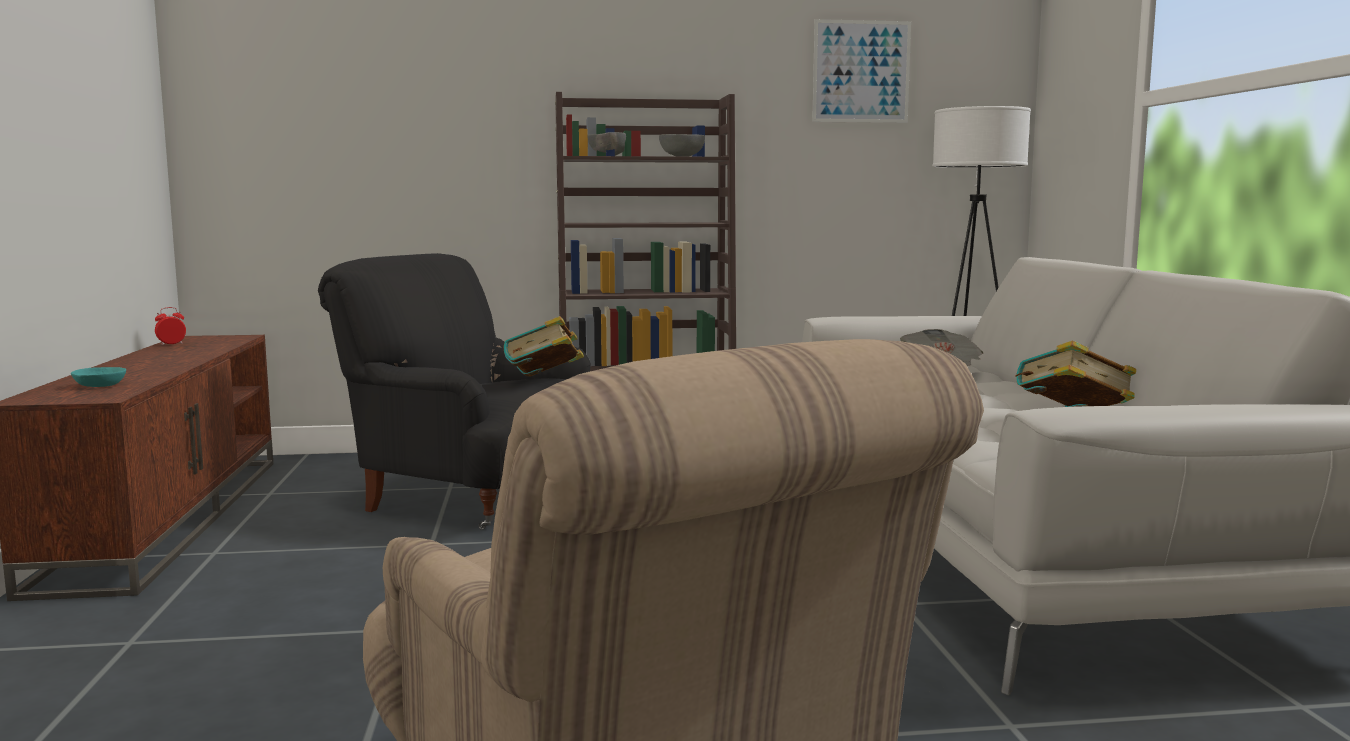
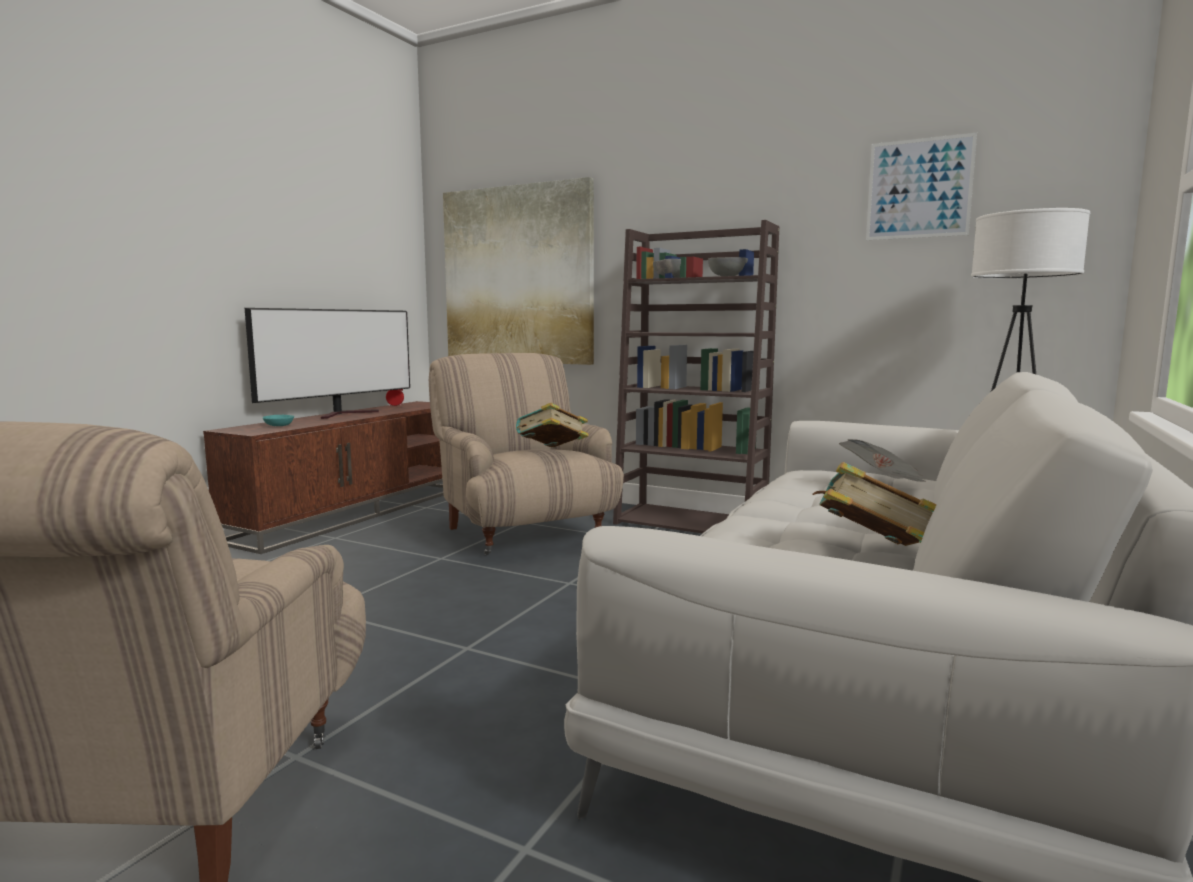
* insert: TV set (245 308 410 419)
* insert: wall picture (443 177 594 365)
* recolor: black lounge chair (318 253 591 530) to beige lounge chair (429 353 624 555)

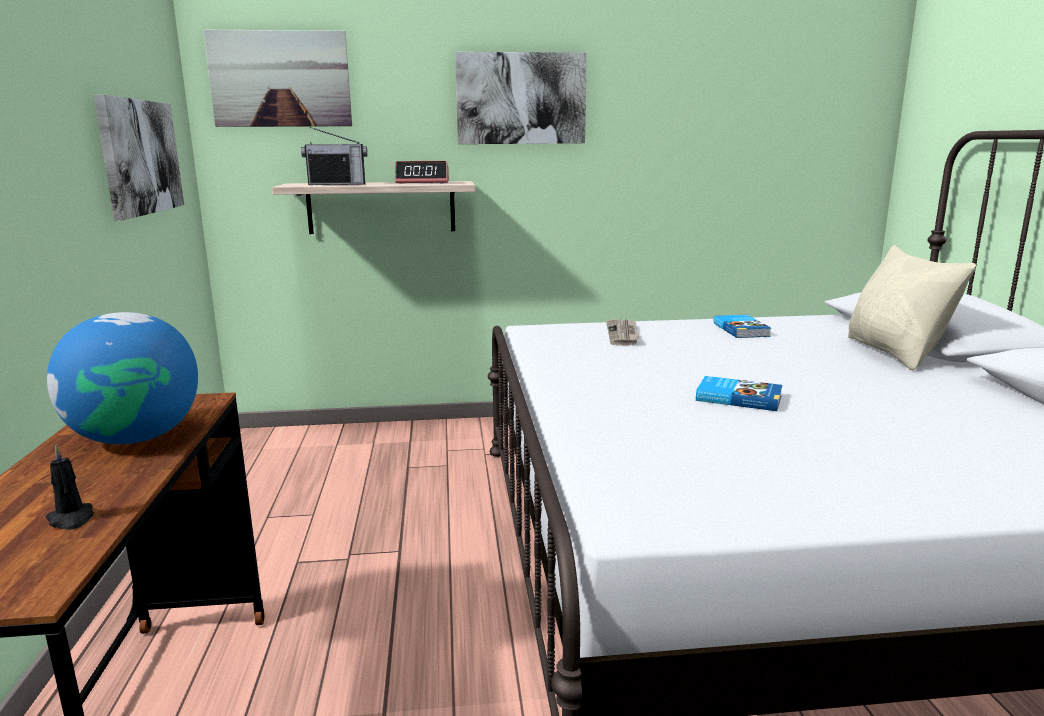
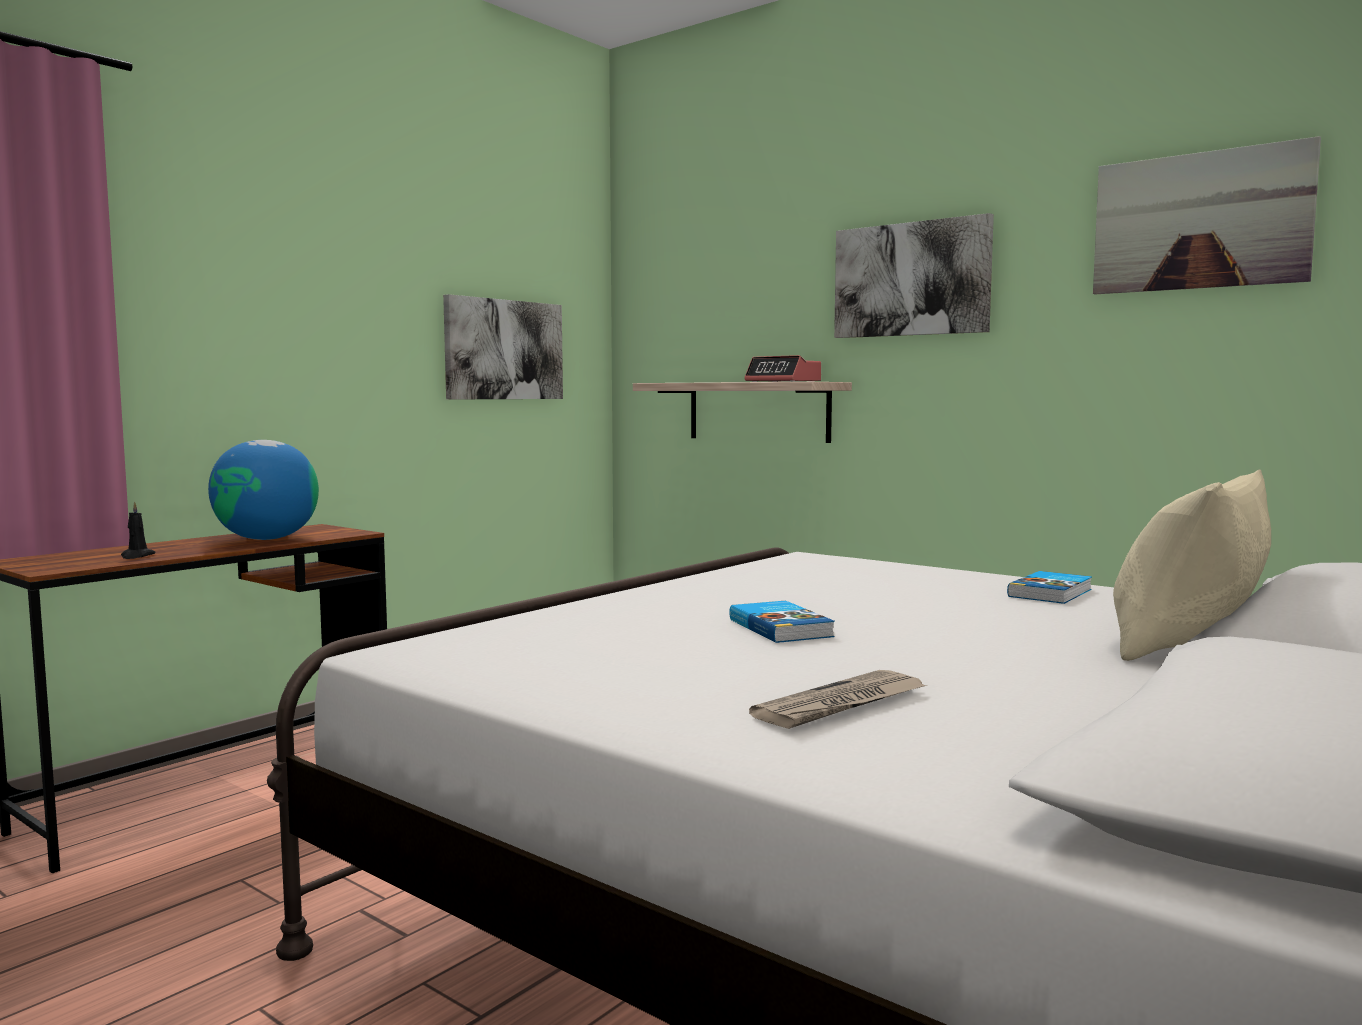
* delete: radio (301 127 367 185)
* move: wall picture (203 29 352 127) to (1093 136 1321 294)
* move: daily paper (606 319 639 346) to (749 670 927 729)

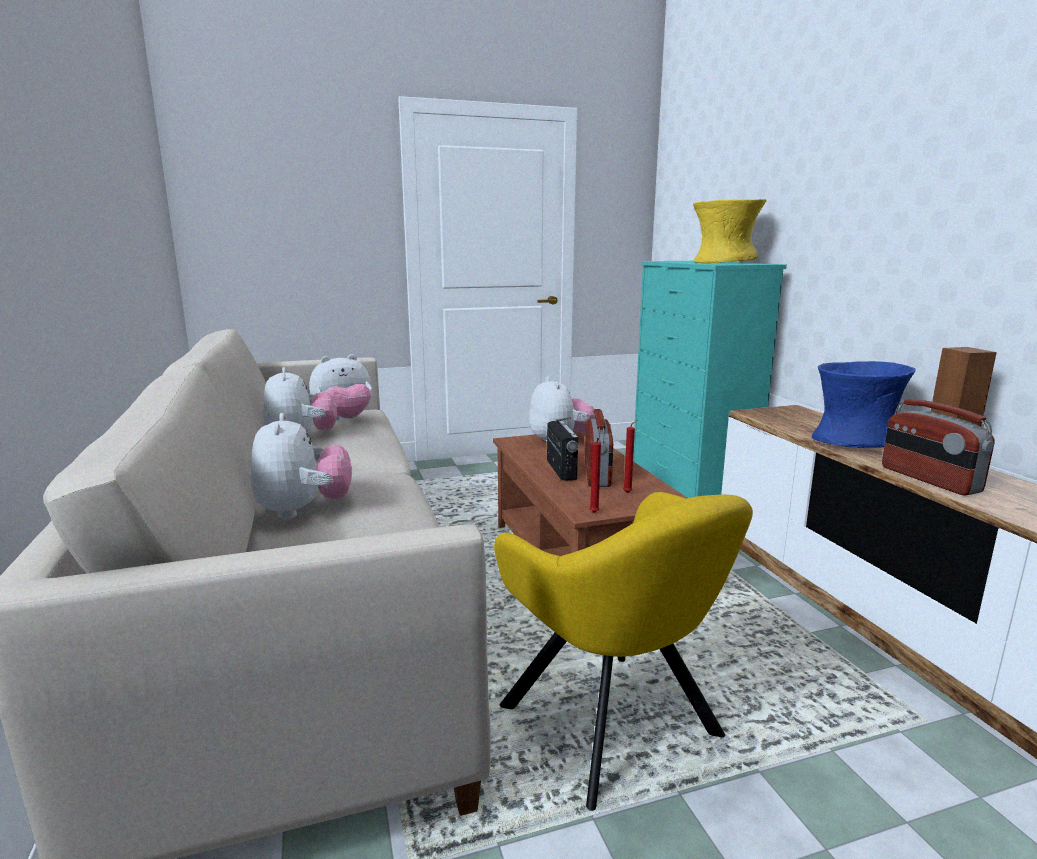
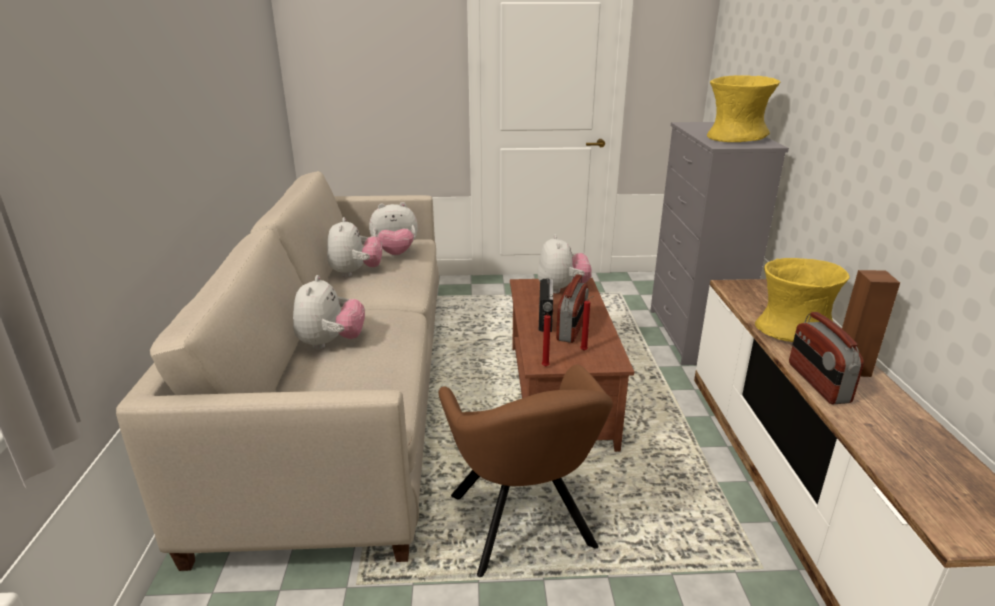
* recolor: yellow lounge chair (494 492 753 811) to brownish lounge chair (438 365 613 577)
* recolor: turquoise dresser (633 261 787 498) to grey dresser (650 122 789 365)
* recolor: blue-coloured vase (812 361 916 448) to yellow vase (755 258 850 342)

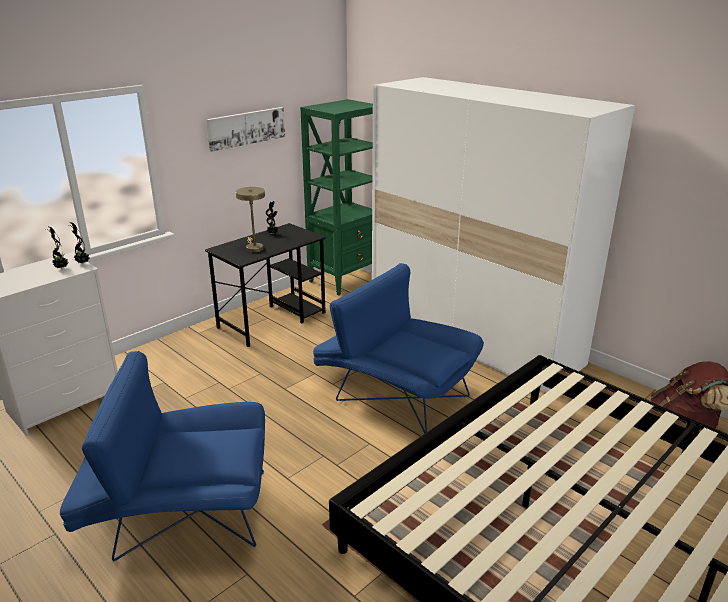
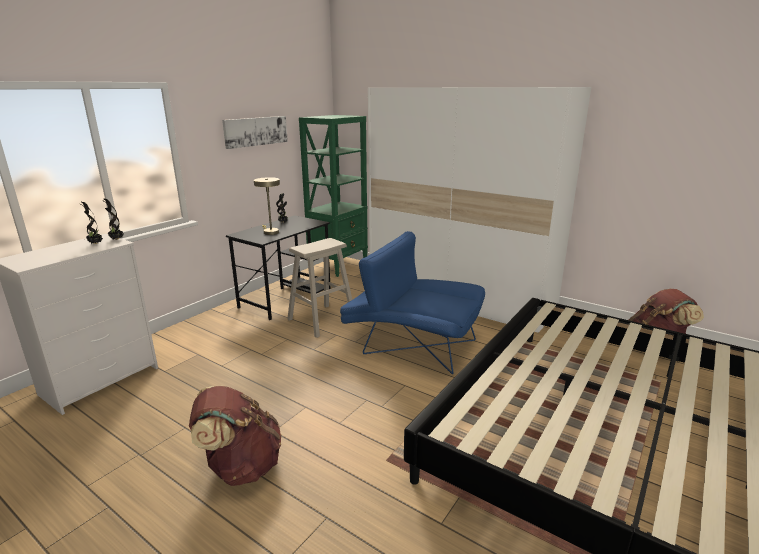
* insert: beige stool seat (287 238 352 338)
* replace: blue-coloured lounge chair (60 351 265 561) to brownish backpack (189 386 281 486)

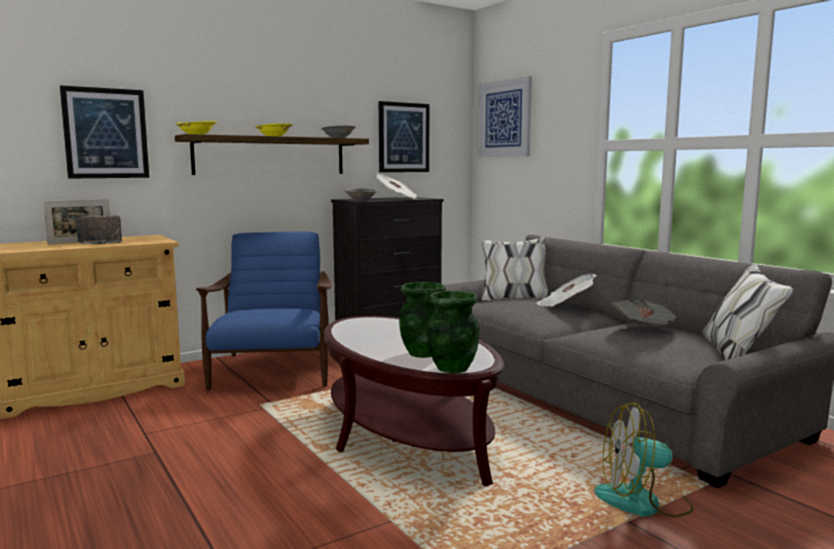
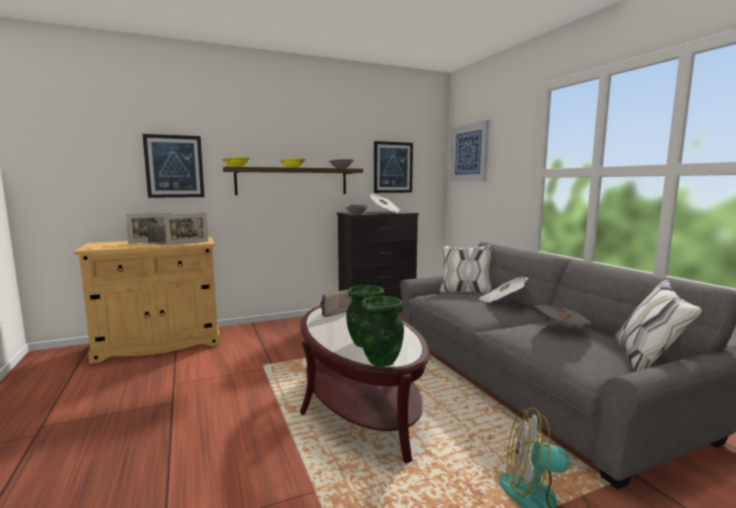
* delete: blue-coloured lounge chair (196 231 332 391)
* insert: picture frame (164 213 208 245)
* insert: radio (320 290 352 317)

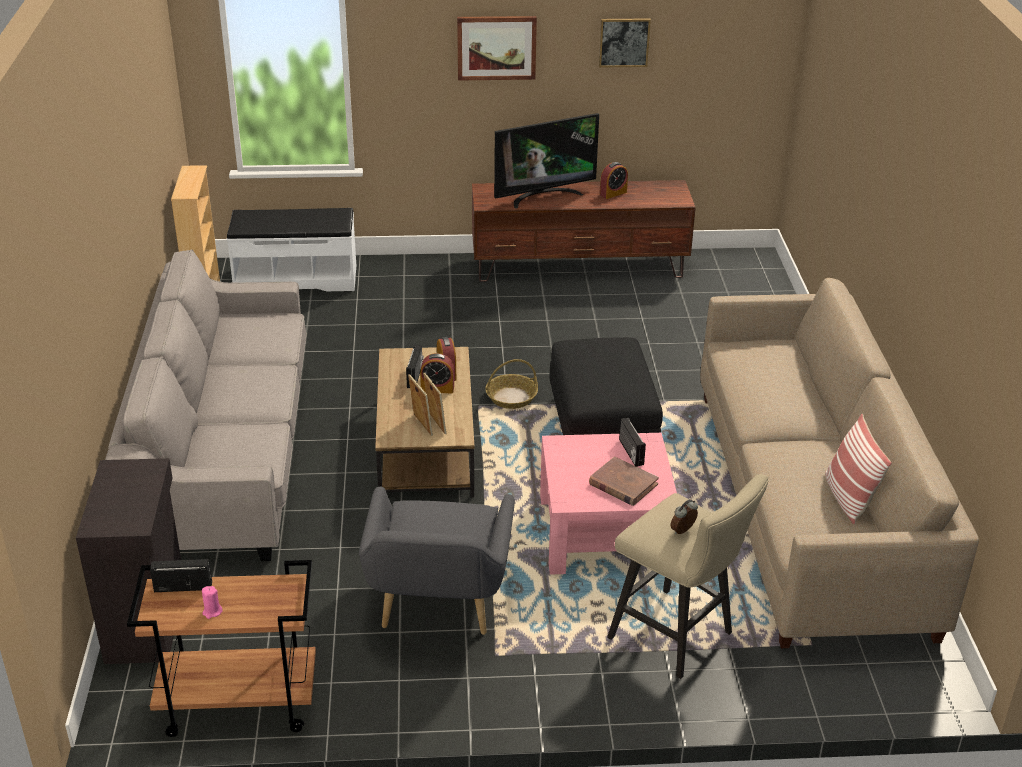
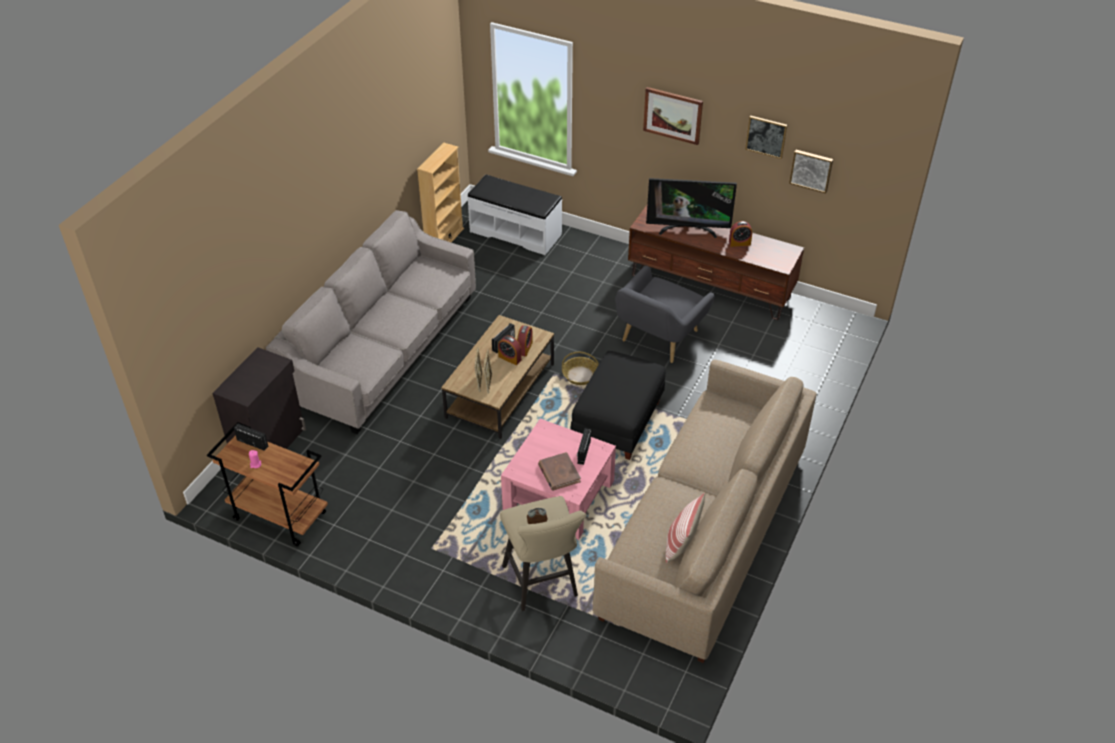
* insert: wall picture (789 150 833 194)
* move: grey lounge chair (359 487 515 635) to (615 266 715 363)

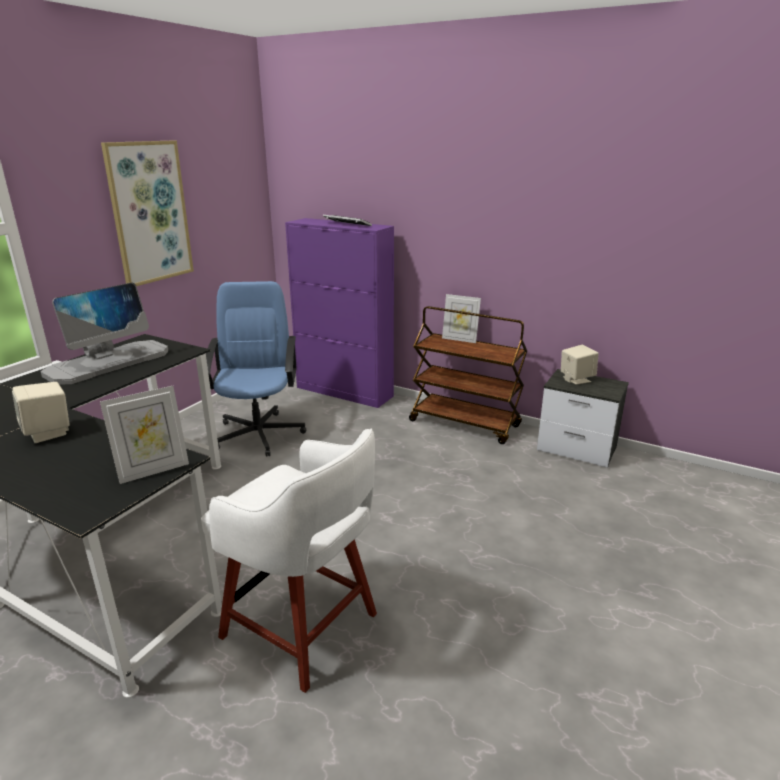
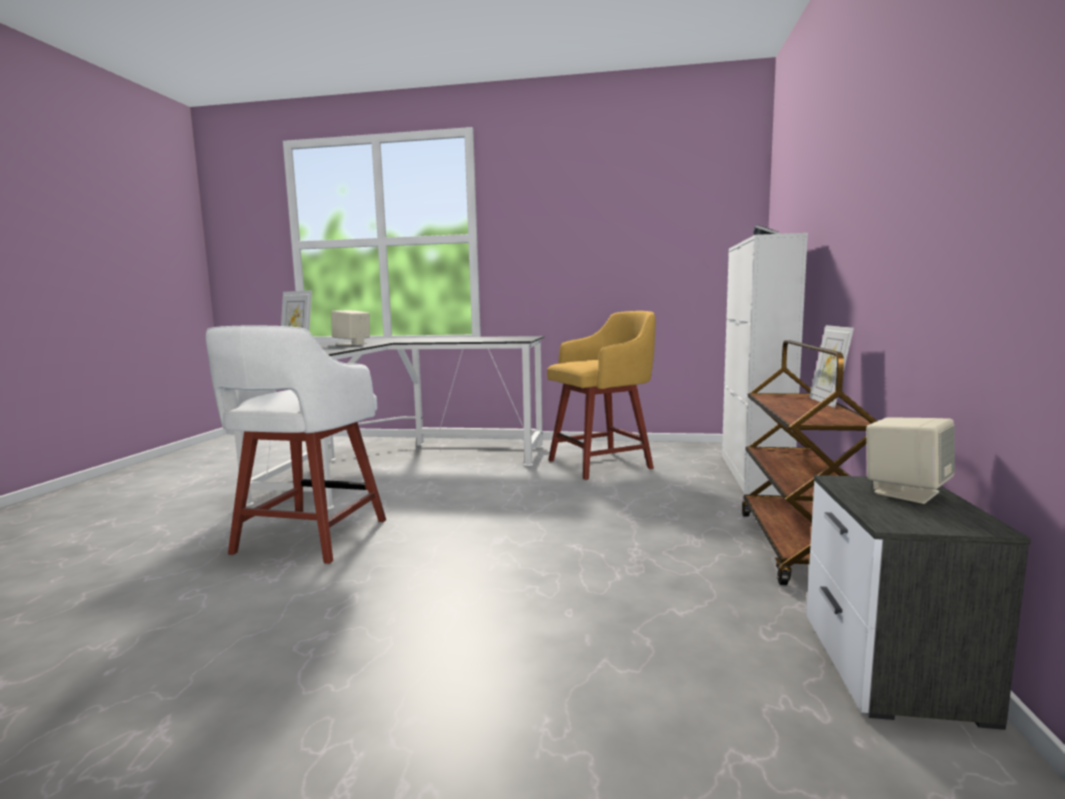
* delete: computer display (41 283 168 385)
* delete: wall picture (101 141 194 286)
* replace: blue-coloured computer chair (206 281 306 457) to yellow stool seat (547 311 656 480)
* recolor: purple-coloured cupboard (285 218 394 408) to white cupboard (722 233 808 495)

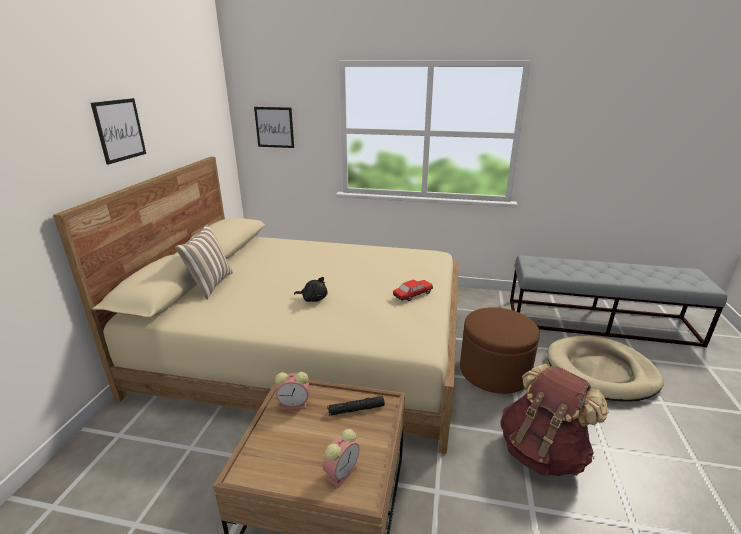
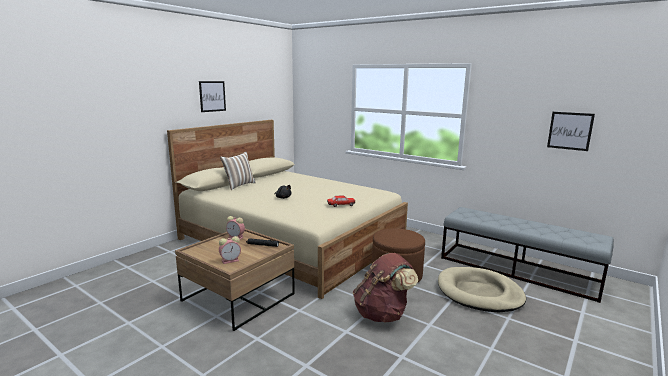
* move: wall picture (254 107 294 148) to (547 112 595 151)

